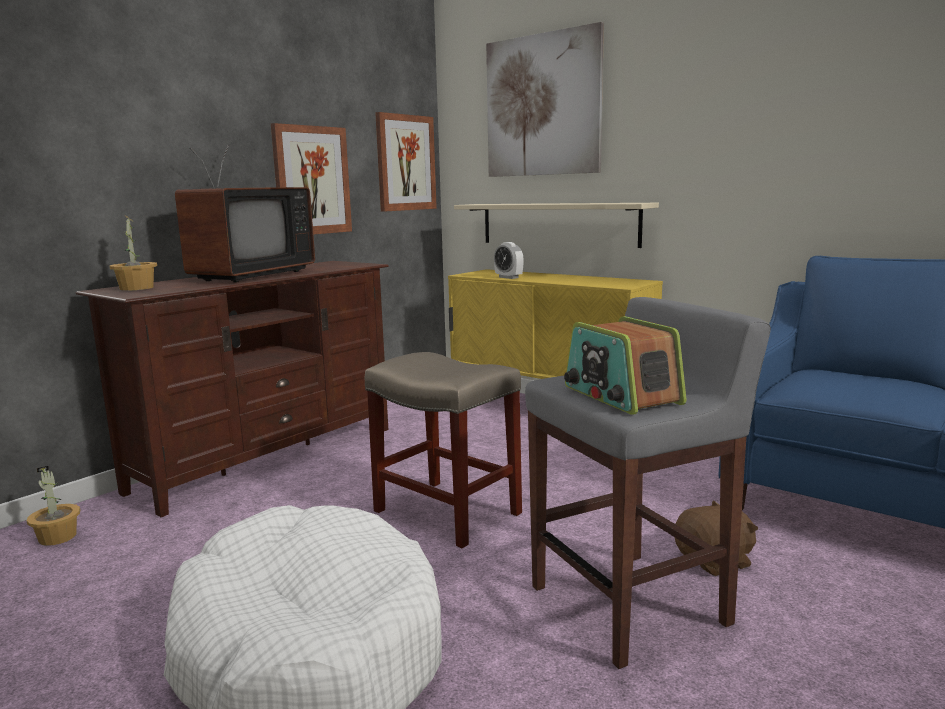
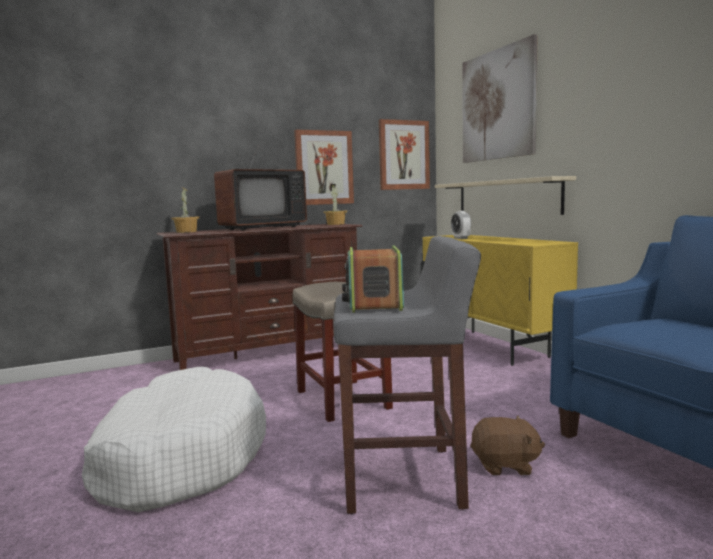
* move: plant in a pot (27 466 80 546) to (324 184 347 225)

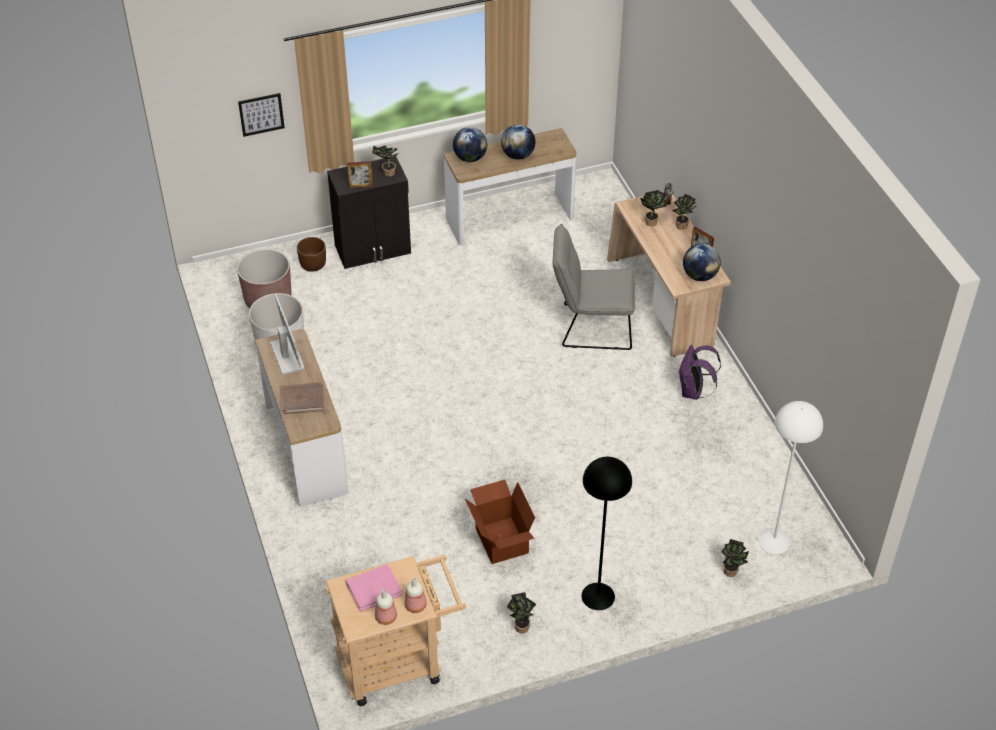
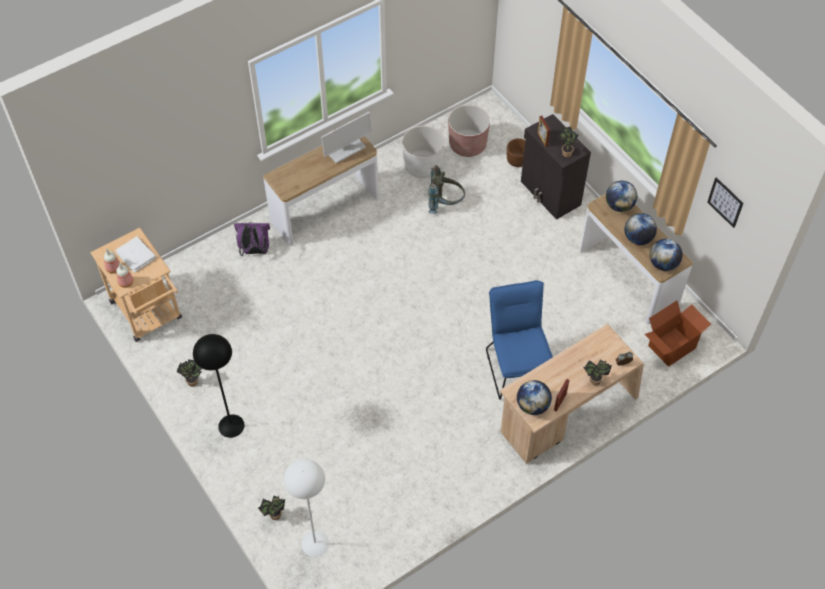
* delete: brownish book (282 382 324 414)
* delete: plant in a pot (640 190 667 226)
* insert: grey backpack (428 165 465 214)
* insert: desk globe (650 239 683 271)
* move: wall picture (238 93 285 137) to (707 177 743 228)
* move: carton (465 480 535 564) to (645 300 711 367)
* move: purple-coloured backpack (679 345 721 400) to (234 222 270 256)
* recolor: pinkish book (346 564 402 612) to white book (115 236 156 273)
* recolor: grey chair (553 224 635 350) to blue-coloured chair (486 280 553 400)

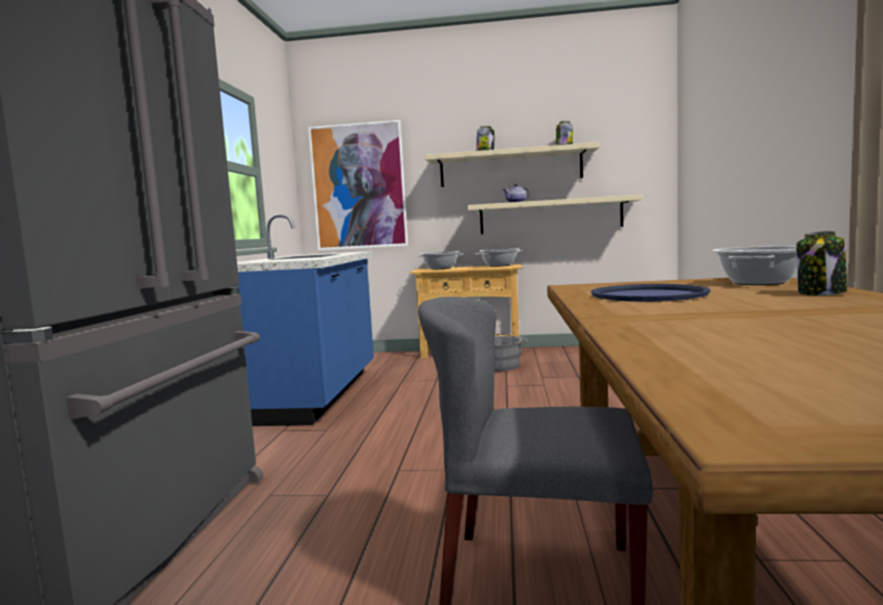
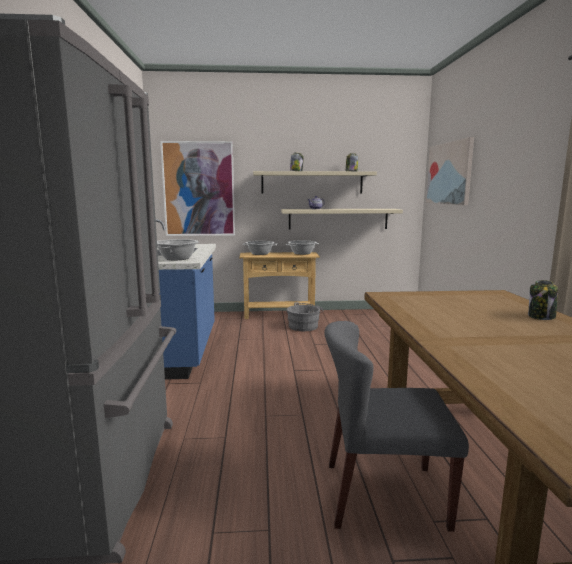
* delete: blue-coloured serving tray (591 284 710 302)
* insert: wall picture (426 137 474 205)
* move: saucepot (712 246 797 285) to (157 239 199 260)

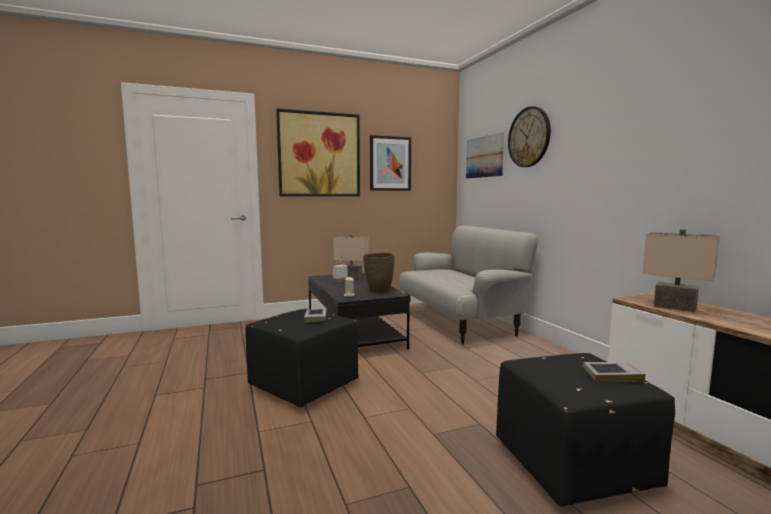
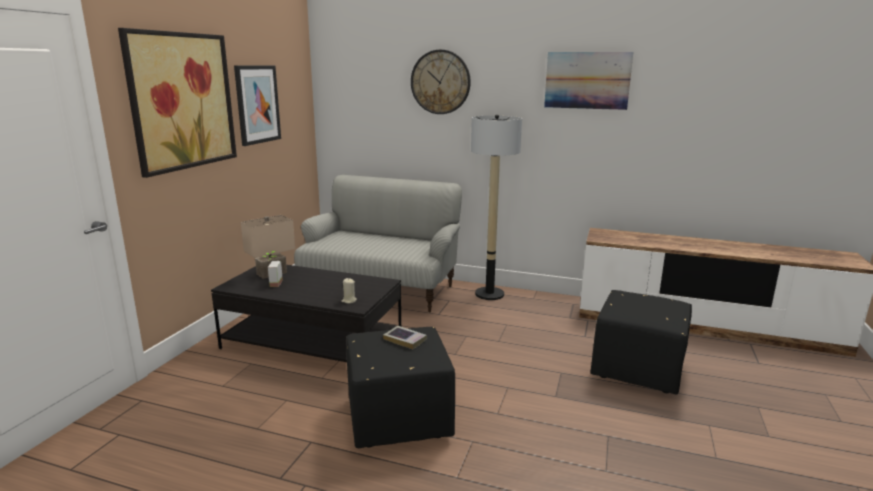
* delete: brownish vase (363 252 394 292)
* delete: book (583 362 646 382)
* delete: beige tabletop lamp (642 229 720 313)
* insert: standing lamp (471 114 522 300)
* move: wall picture (466 132 504 179) to (544 52 633 110)

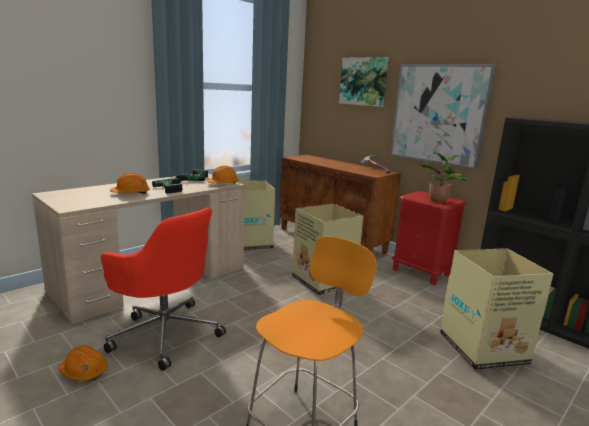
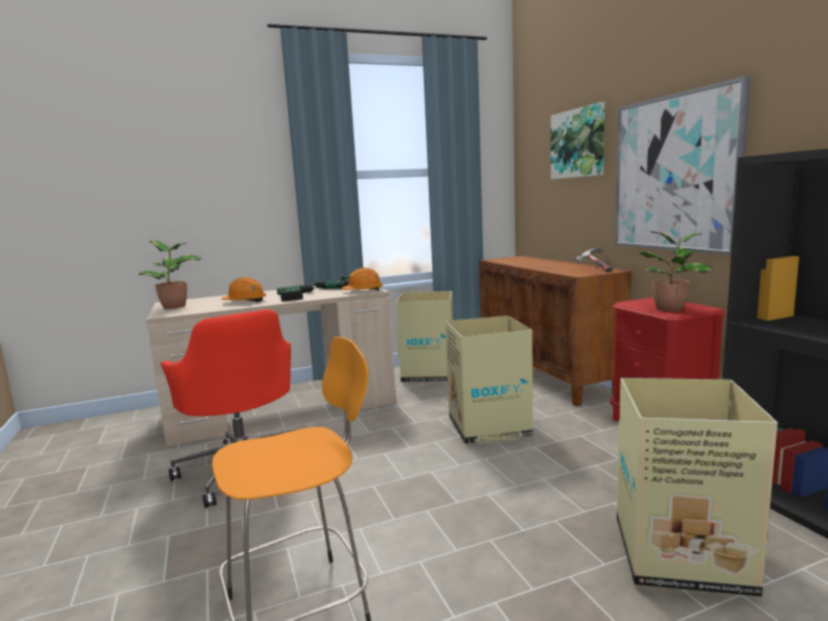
* delete: orangey safety helmet (58 345 108 381)
* insert: plant in a pot (139 240 201 309)

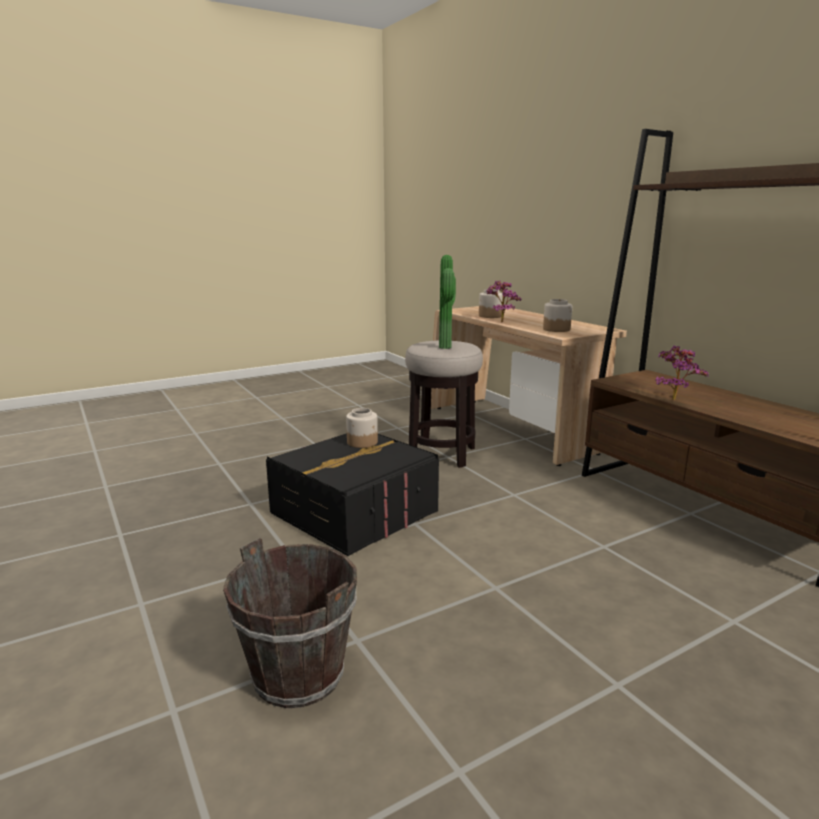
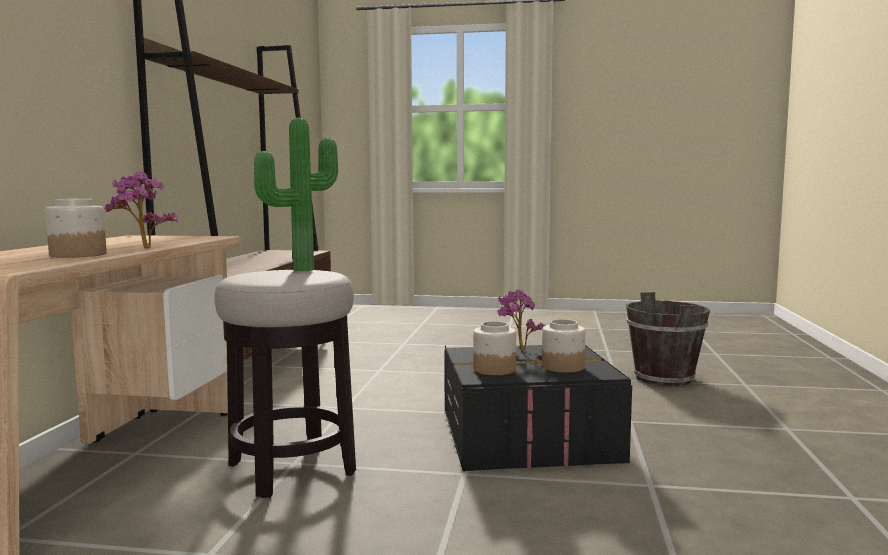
* move: jar (543 299 572 332) to (542 319 585 373)
* move: plant in a pot (655 345 708 400) to (497 290 546 351)

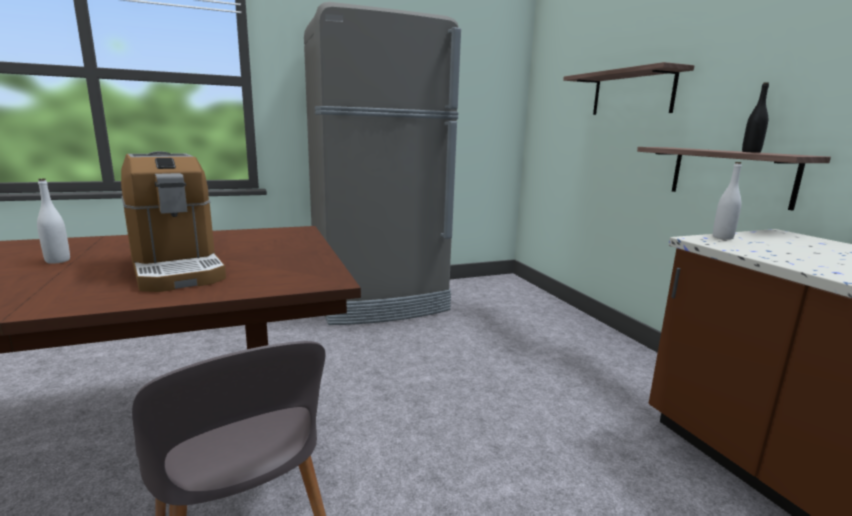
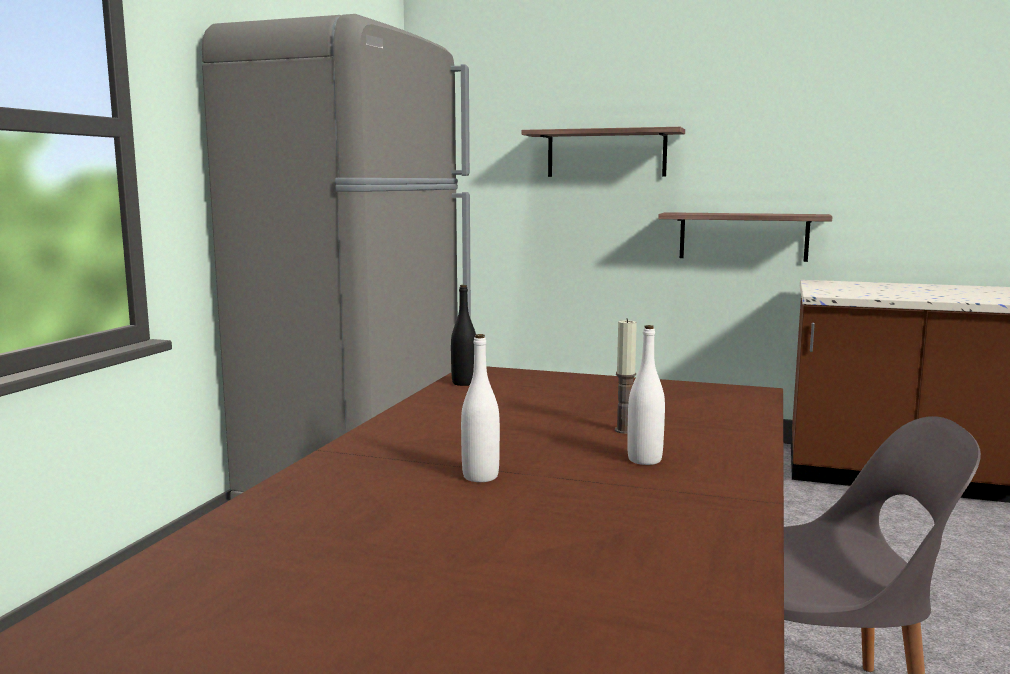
* move: white beverage bottle (713 162 742 240) to (627 325 665 465)
* move: black beverage bottle (742 82 769 153) to (451 285 476 386)
* replace: coffee maker (121 151 226 292) to wax light (615 318 637 434)

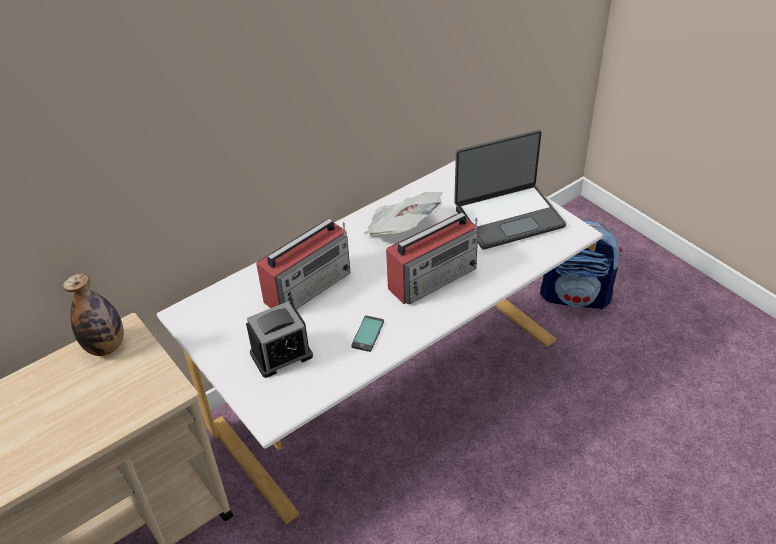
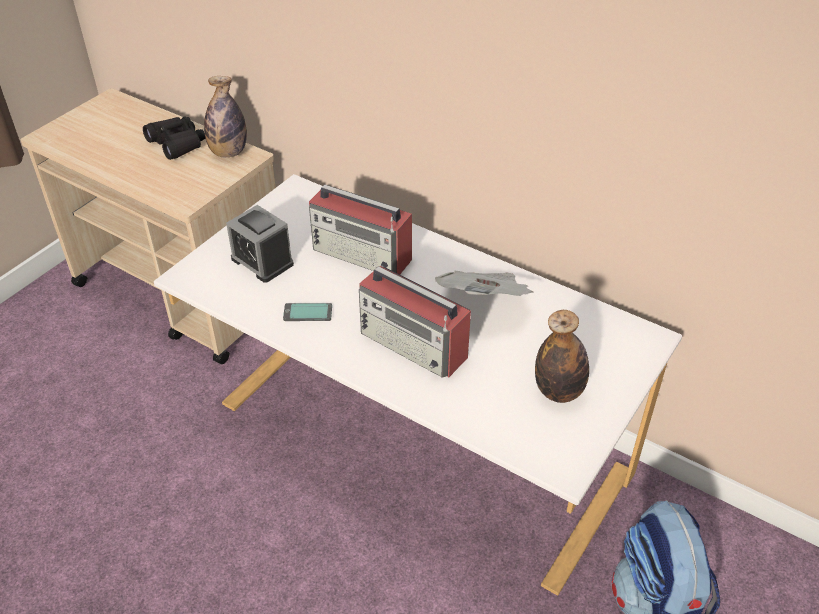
* insert: black binoculars (143 116 205 160)
* replace: portable computer (454 130 566 250) to beverage bottle (535 310 589 403)

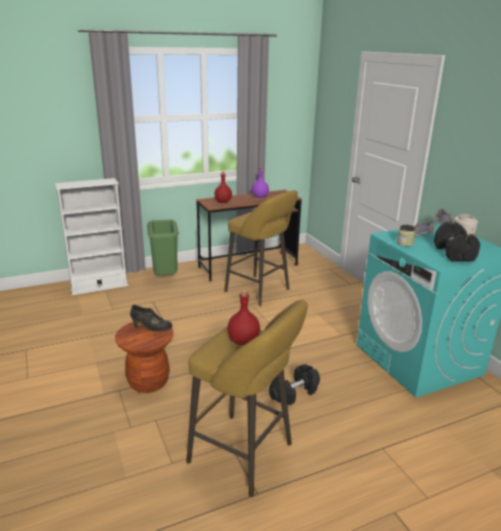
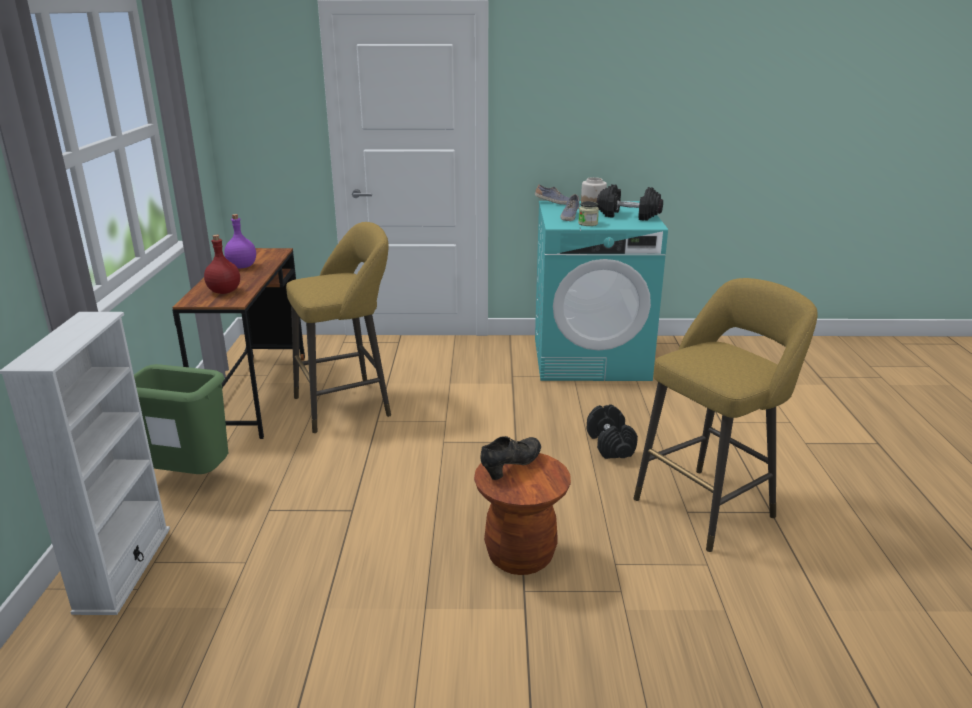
* delete: red beverage bottle (227 290 260 345)

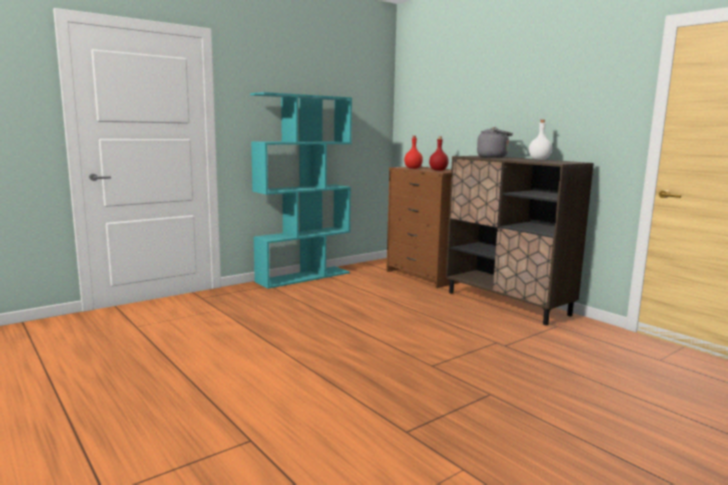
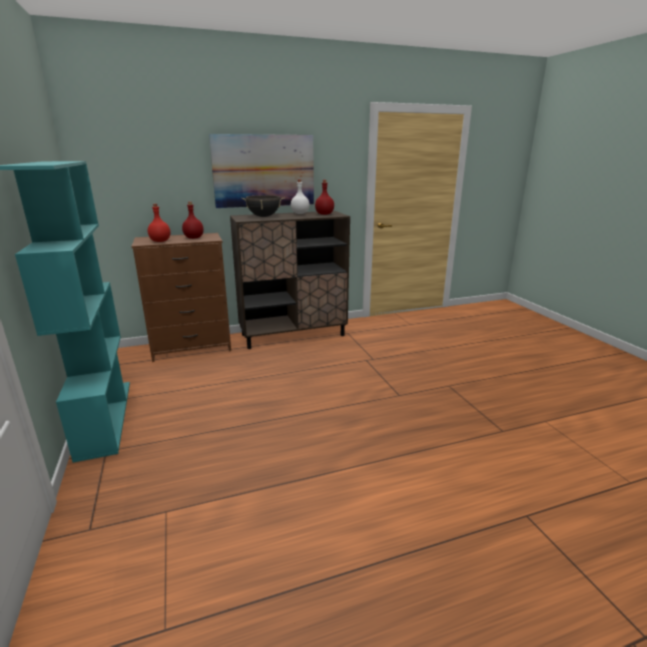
* insert: wall picture (209 134 314 208)
* insert: red beverage bottle (315 180 334 215)
* replace: grey tea kettle (477 127 513 158) to black saucepot (241 195 284 217)

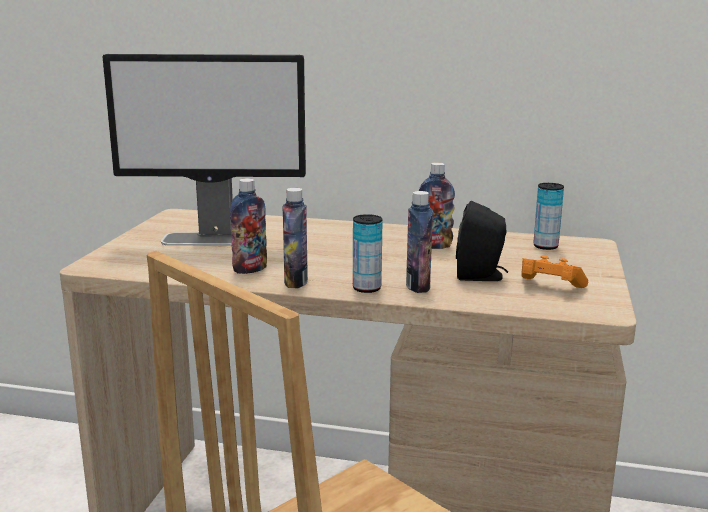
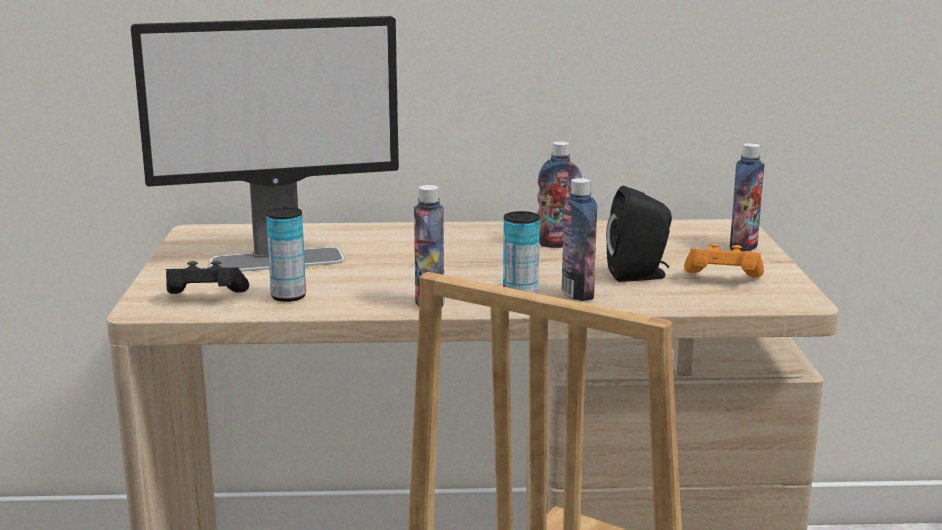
* insert: black game controller (165 261 249 294)
* move: beverage bottle (230 179 267 274) to (730 143 765 252)
* move: metal can (533 183 564 250) to (266 207 306 302)

